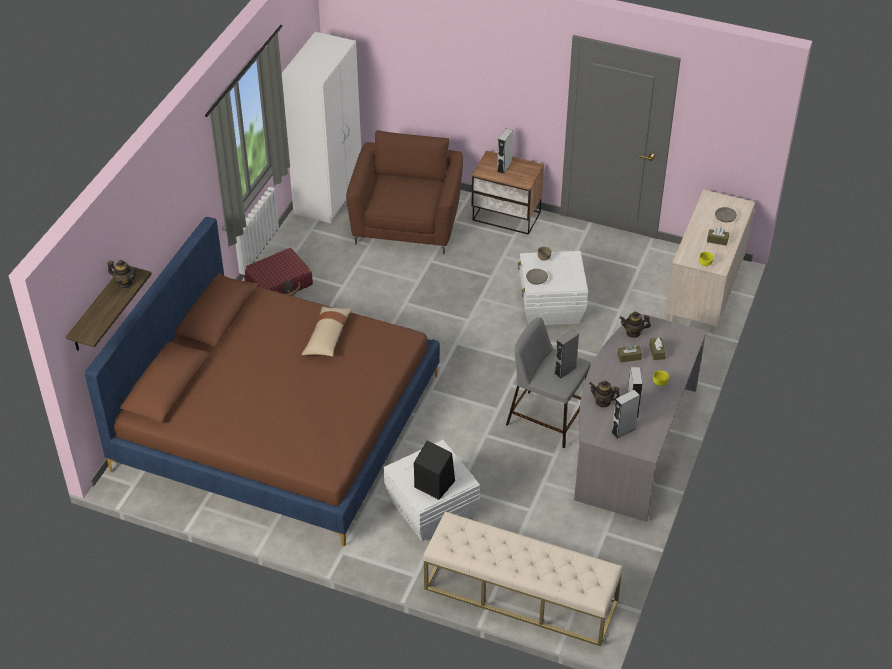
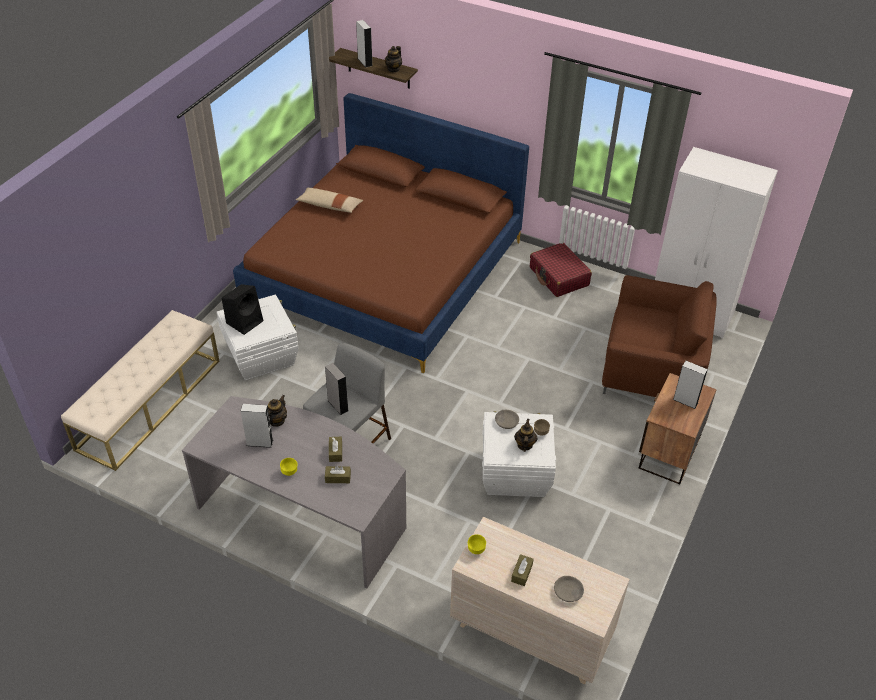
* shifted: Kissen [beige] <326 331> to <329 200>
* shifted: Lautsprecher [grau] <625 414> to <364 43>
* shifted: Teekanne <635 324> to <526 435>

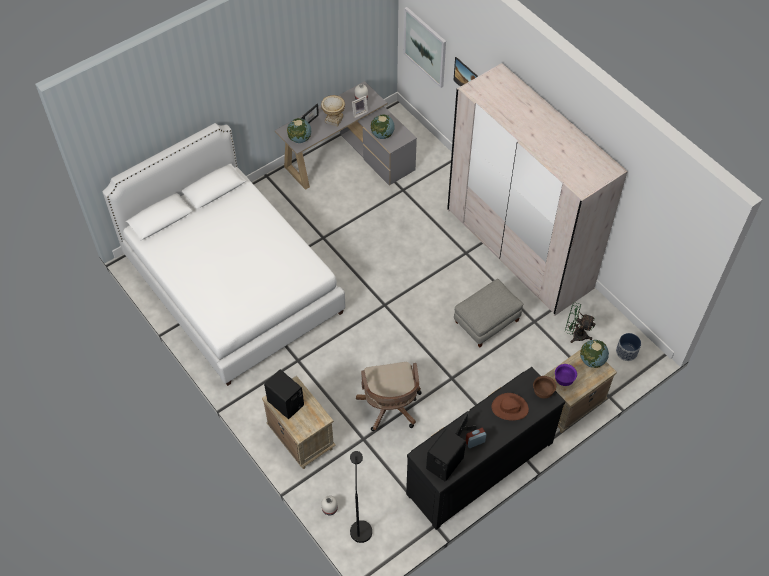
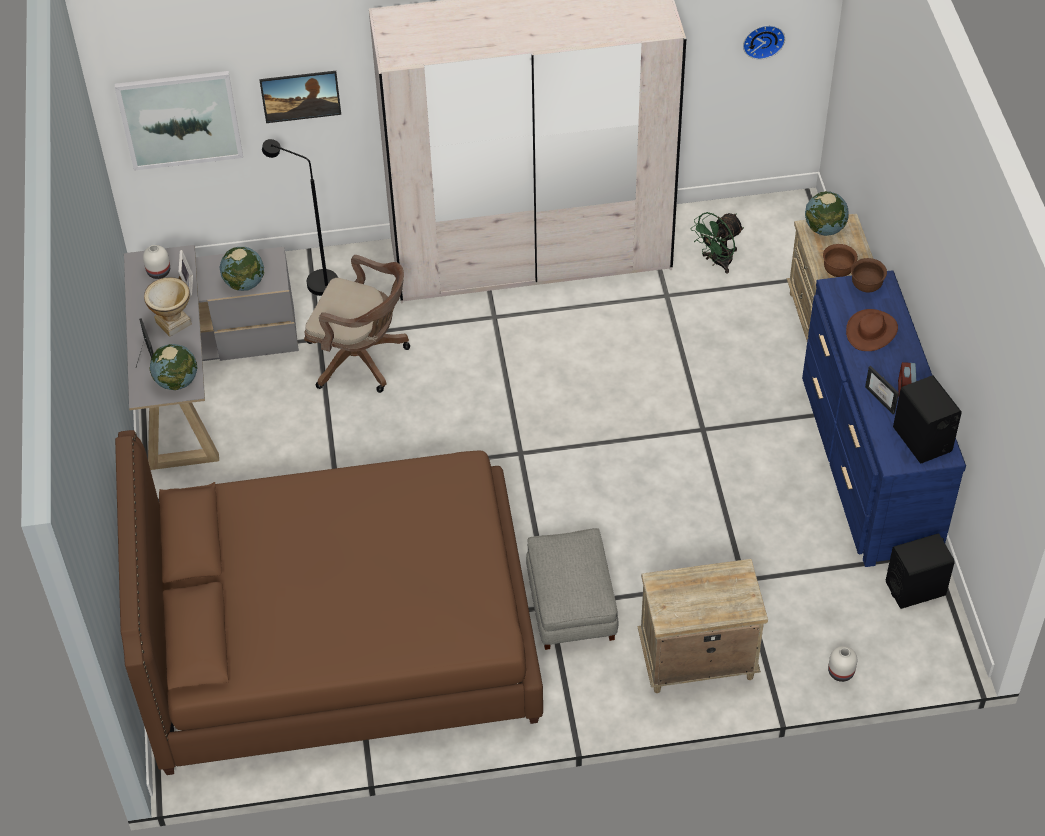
* repainted: Bett [weiß] <224 254> to Bett [braun] <329 602>
* shifted: Lautsprecher [schwarz] <284 394> to <920 571>
* shifted: Stehlampe [schwarz] <361 497> to <300 217>
* shifted: Bürostuhl [braun] <389 396> to <357 324>
* repainted: Kommode [schwarz] <485 448> to Kommode [blau] <884 418>
* shifted: Polsterhocker [grau] <488 313> to <572 589>
* repainted: Schüssel [lila] <566 375> to Schüssel [braun] <840 260>
* gone: Pflanzkübel <628 347>
* new: Wanduhr <764 42>

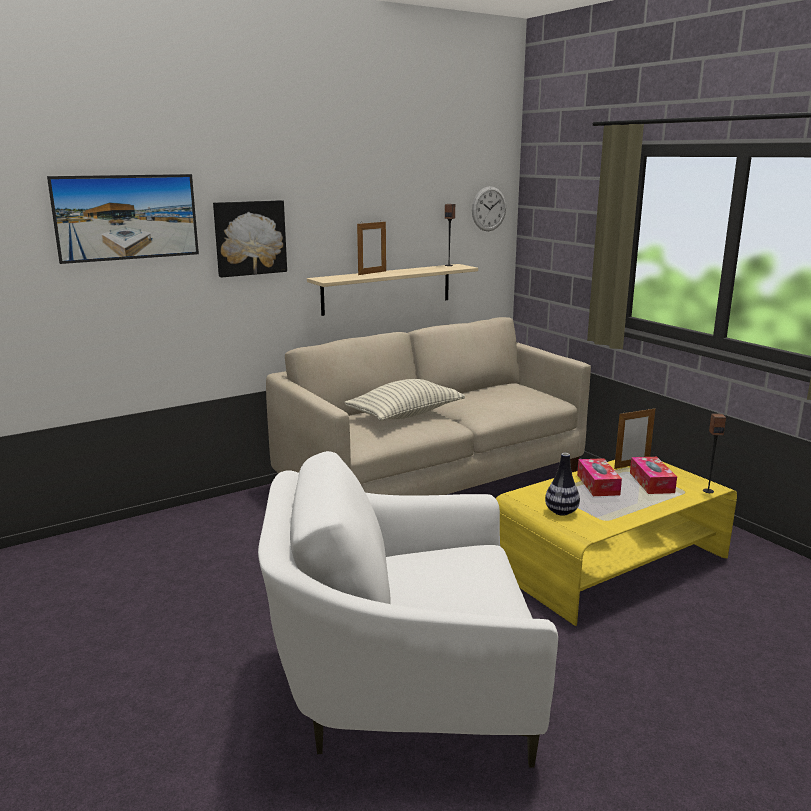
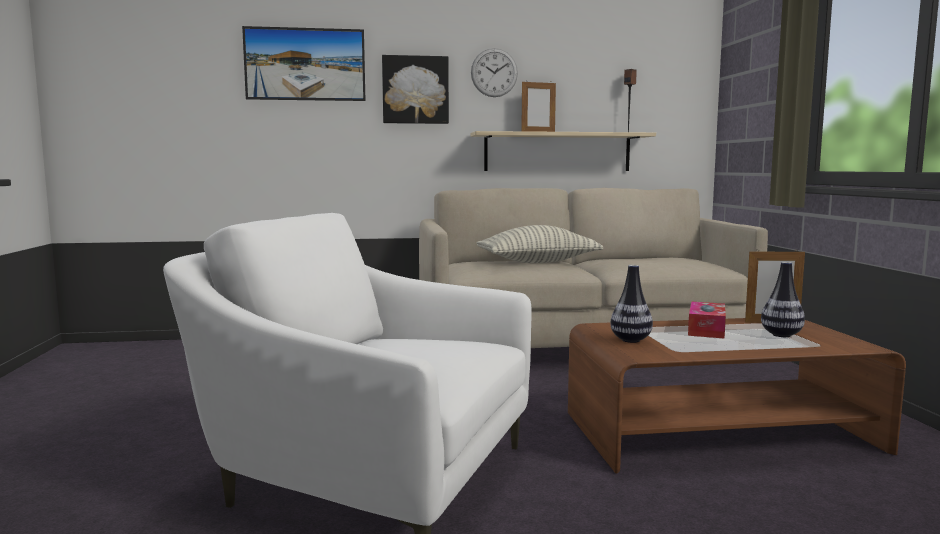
* shifted: Wanduhr <489 208> to <494 72>
* repainted: Couchtisch [gelb] <616 543> to Couchtisch [braun] <737 395>
* swapped: Taschentuchbox <653 475> to Vase <783 299>
* gone: Lautsprecher <714 453>

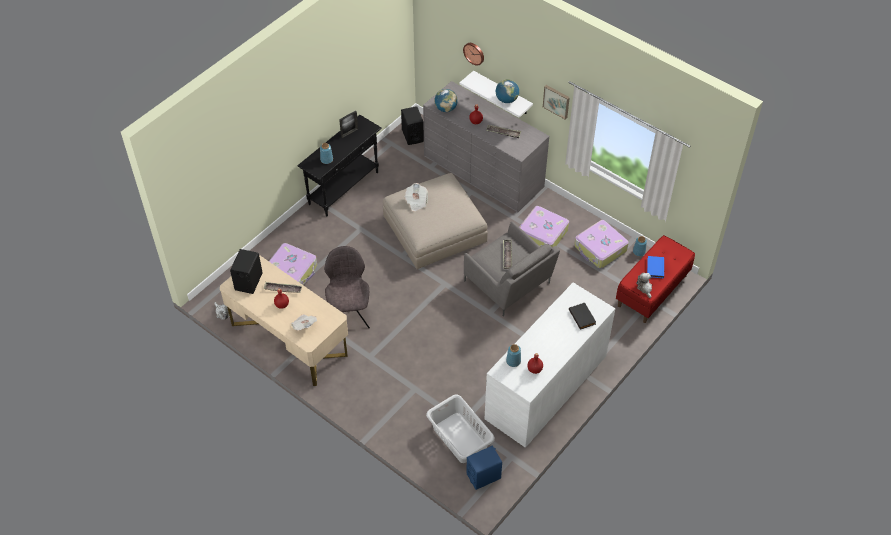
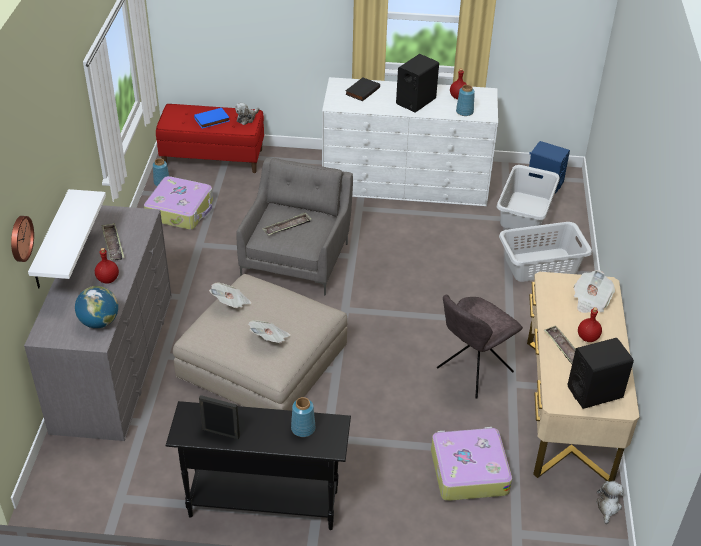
* shifted: Lautsprecher [schwarz] <412 125> to <417 83>
* gone: Globus <507 91>
* gone: Koffer <544 226>
* gone: Bild <556 102>
* new: Zeitung <230 295>
* new: Wäschekorb [grau] <545 252>

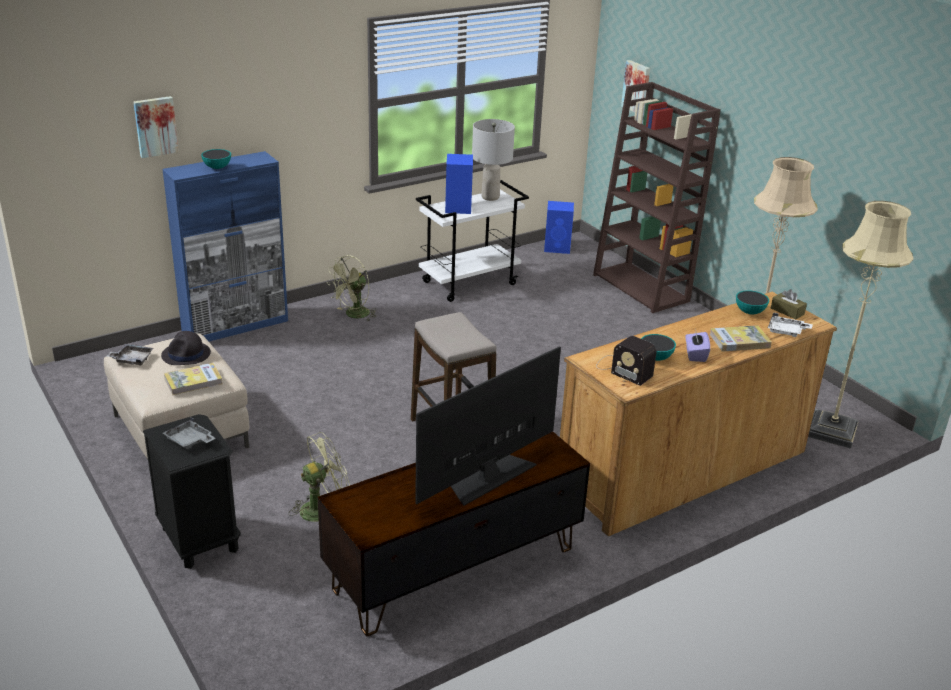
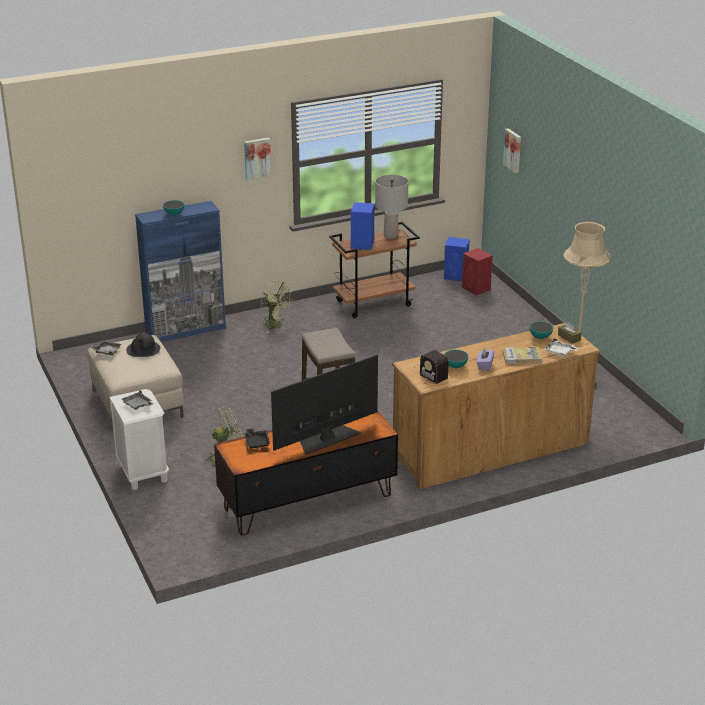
* shifted: Bild <156 127> to <257 159>
* repainted: Nachttisch [schwarz] <192 491> to Nachttisch [weiß] <139 439>
* gone: Buch <193 379>
* rotated: Ventilator [grün] <352 288> = <278 306> 105 degrees counterclockwise
* repainted: Rollwagen [weiß] <472 241> to Rollwagen [braun] <374 270>
* gone: Bücherregal [braun] <657 197>
* gone: Stehlampe [beige] <860 325>
* new: Tablett [schwarz] <257 438>
* new: Lautsprecher [rot] <477 272>

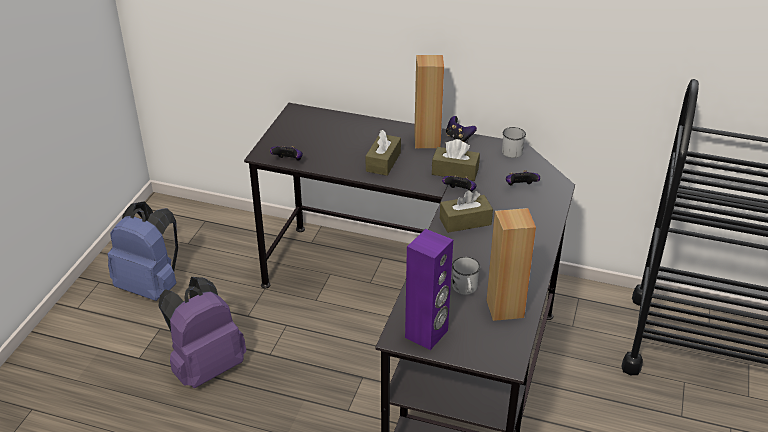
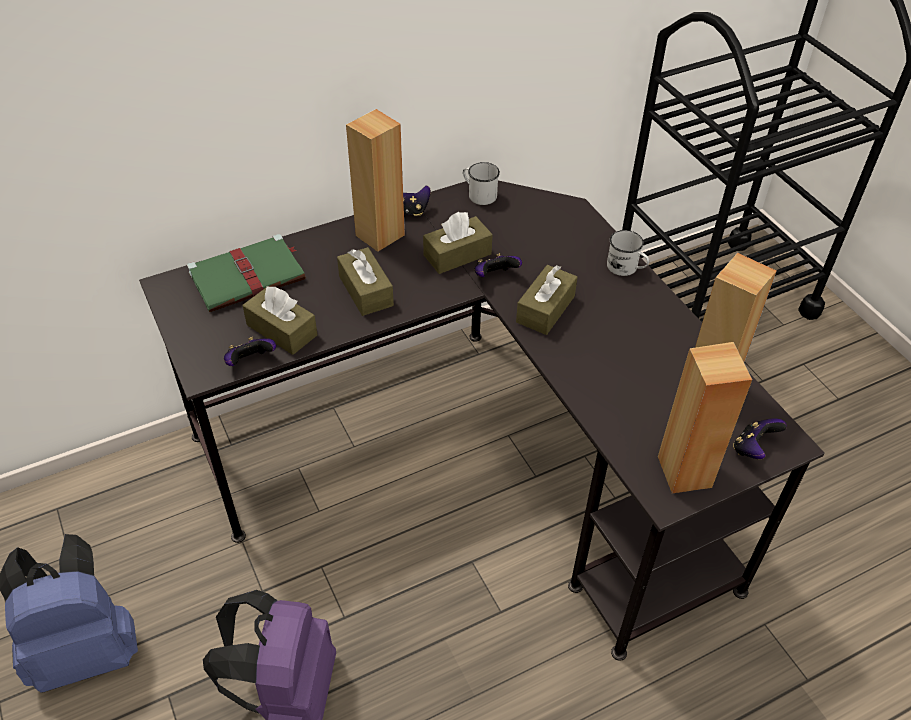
* repainted: Lautsprecher [lila] <429 289> to Lautsprecher [braun] <705 417>
* shifted: Henkelbecher [weiß] <466 276> to <628 253>
* shifted: Gamepad <523 178> to <760 438>
* new: Buch [grün] <246 273>
* new: Taschentuchbox [braun] <280 320>

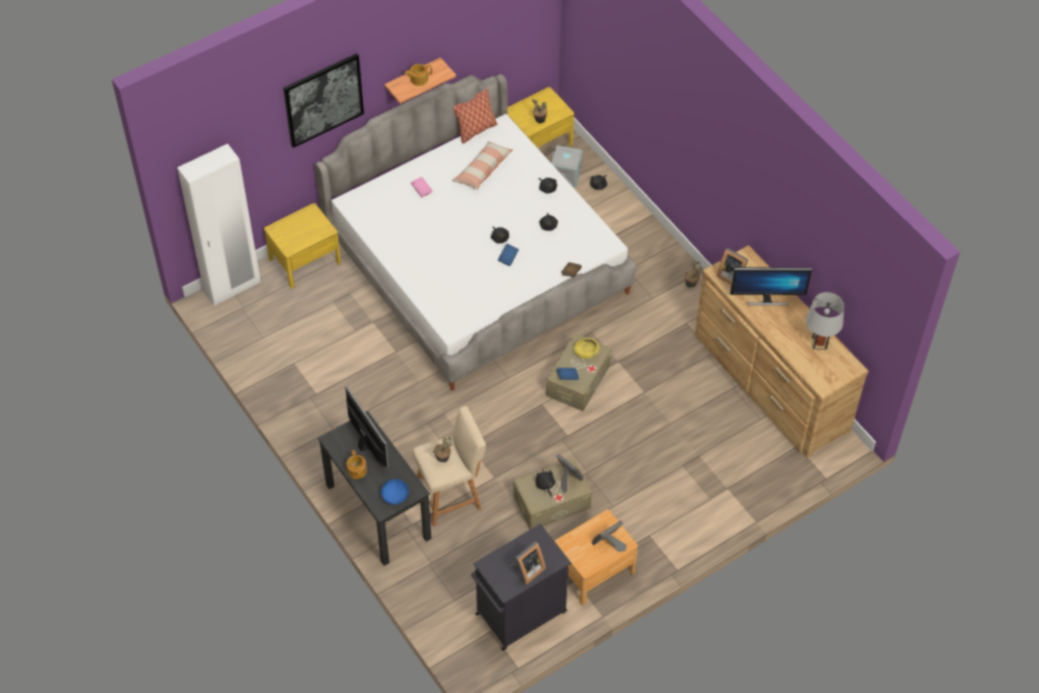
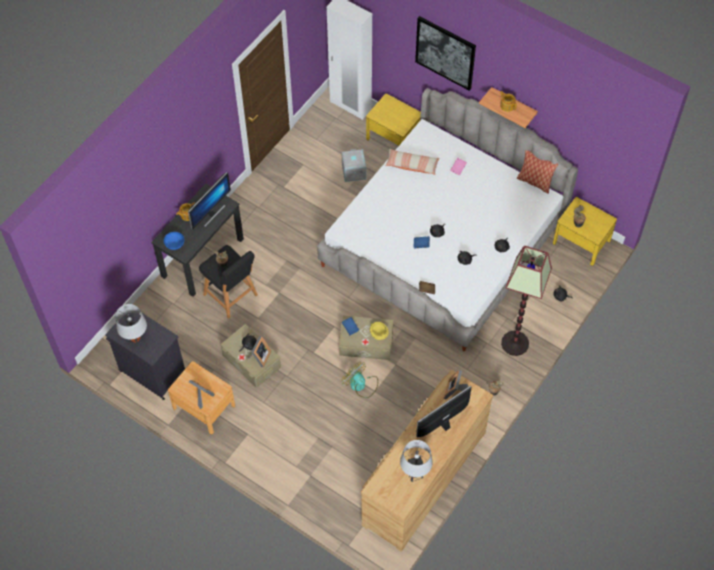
* repainted: Hocker [beige] <449 466> to Hocker [schwarz] <228 282>
* shifted: Kissen <482 165> to <412 162>
* swapped: Bilderrahmen <527 563> to Tischlampe [grau] <131 325>
* shifted: Aufbewahrungsbox [grau] <567 166> to <354 165>
* rotated: Monitor <771 286> = <443 411> 75 degrees clockwise
* new: Ventilator <360 379>
* new: Stehlampe <526 301>

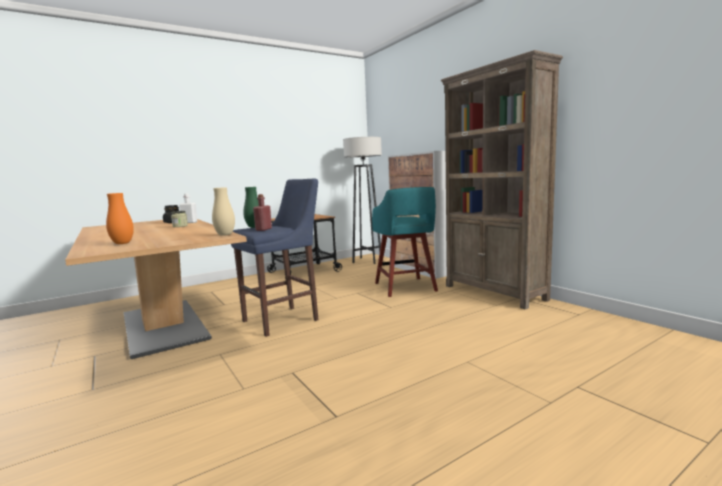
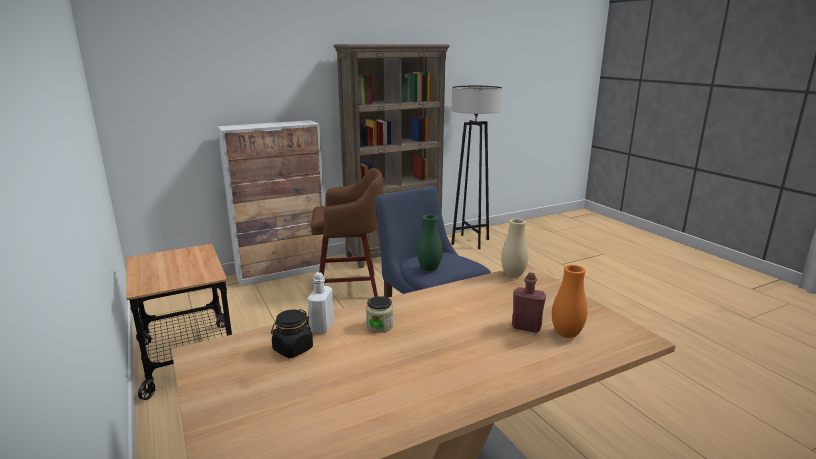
* shifted: Flasche [rot] <262 212> to <529 303>
* shifted: Stehlampe [grau] <362 200> to <477 168>
* repainted: Hocker [türkis] <405 242> to Hocker [braun] <347 232>

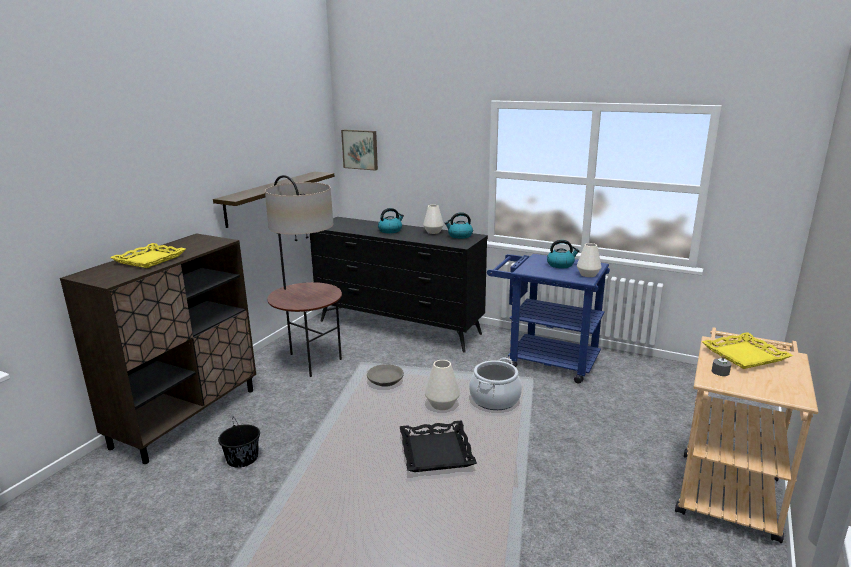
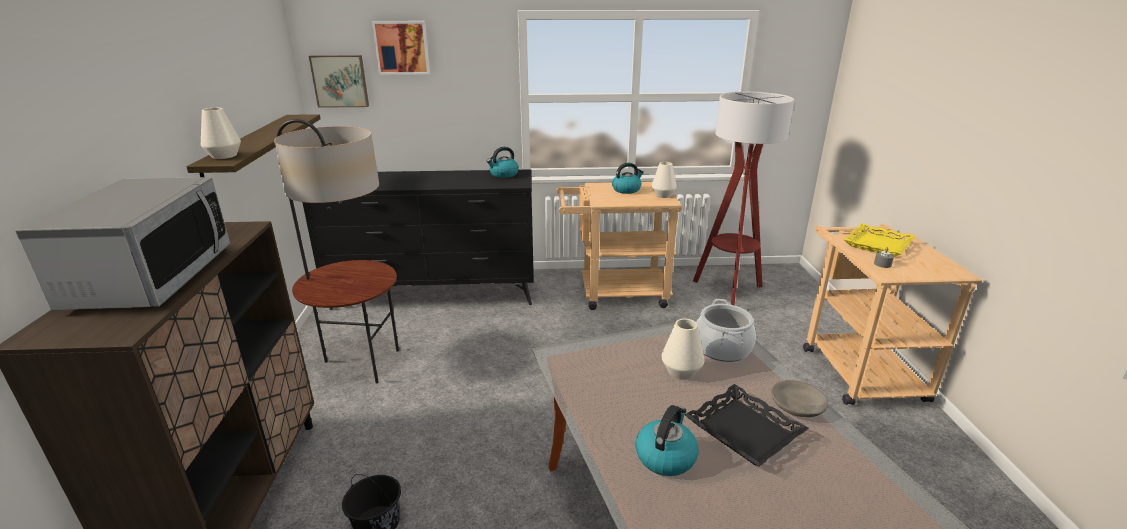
* swapped: Tablett [gelb] <148 255> to Mikrowelle <122 243>
* shifted: Schüssel [grau] <385 375> to <799 398>
* shifted: Wasserkessel <391 220> to <667 440>
* shifted: Vase [weiß] <433 219> to <221 133>
* repainted: Rollwagen [blau] <548 319> to Rollwagen [beige] <619 246>
* new: Bild <401 48>
* new: Stehlampe <743 198>

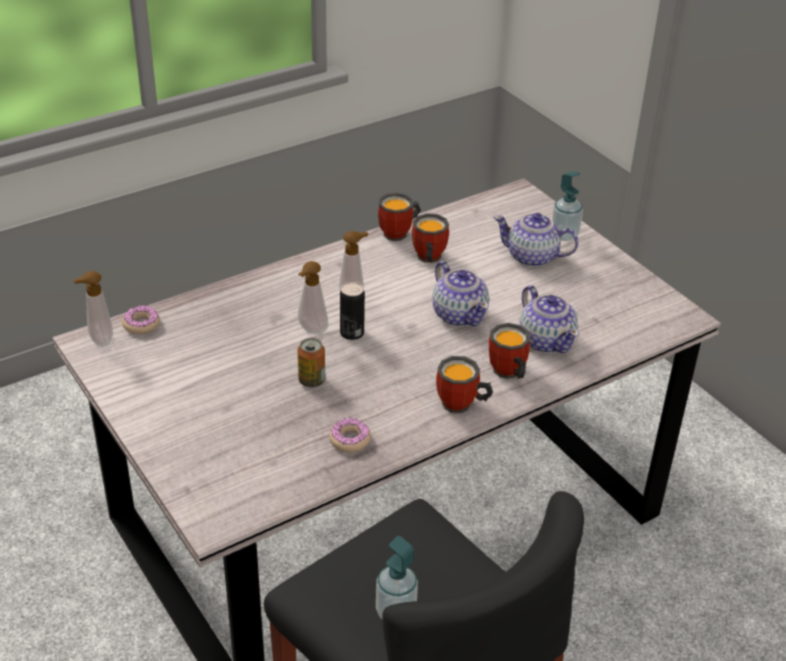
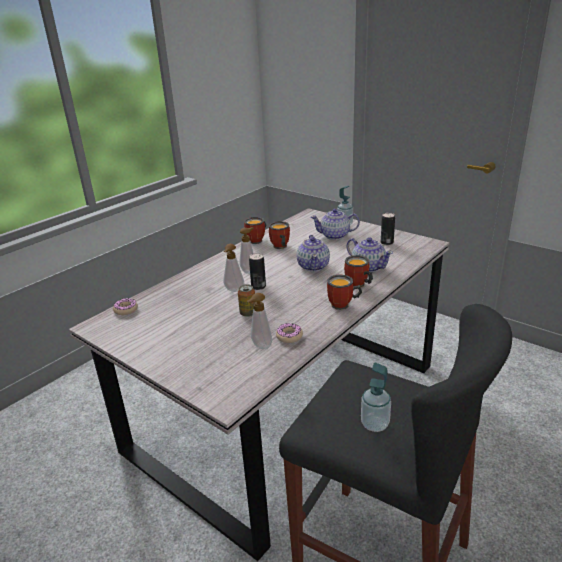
* shifted: Seifenspender <93 309> to <259 321>
* rotated: Teekanne <461 294> = <313 253> 45 degrees clockwise
* new: Dose <388 229>

